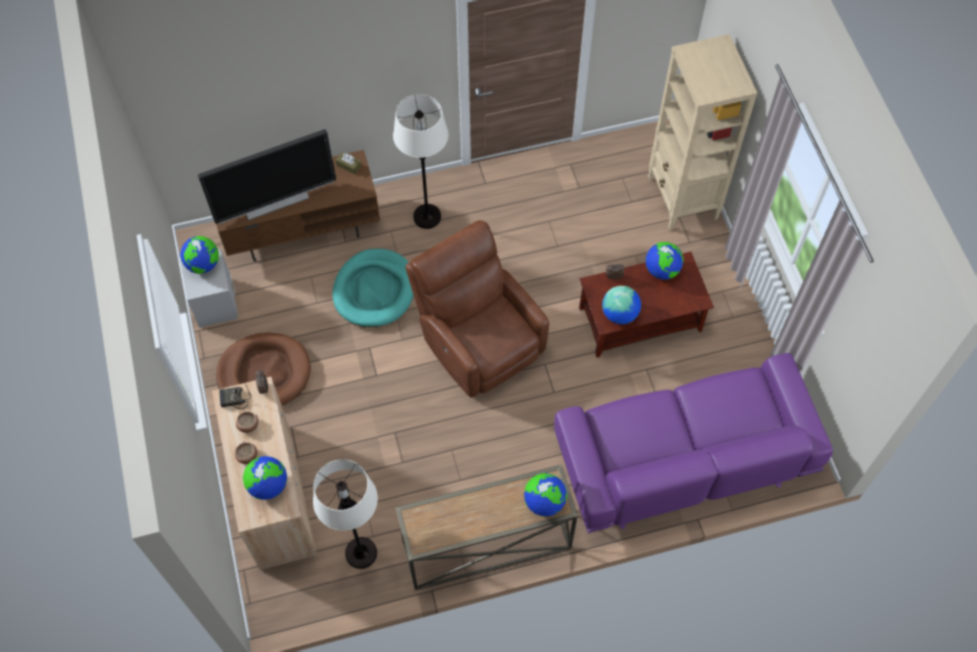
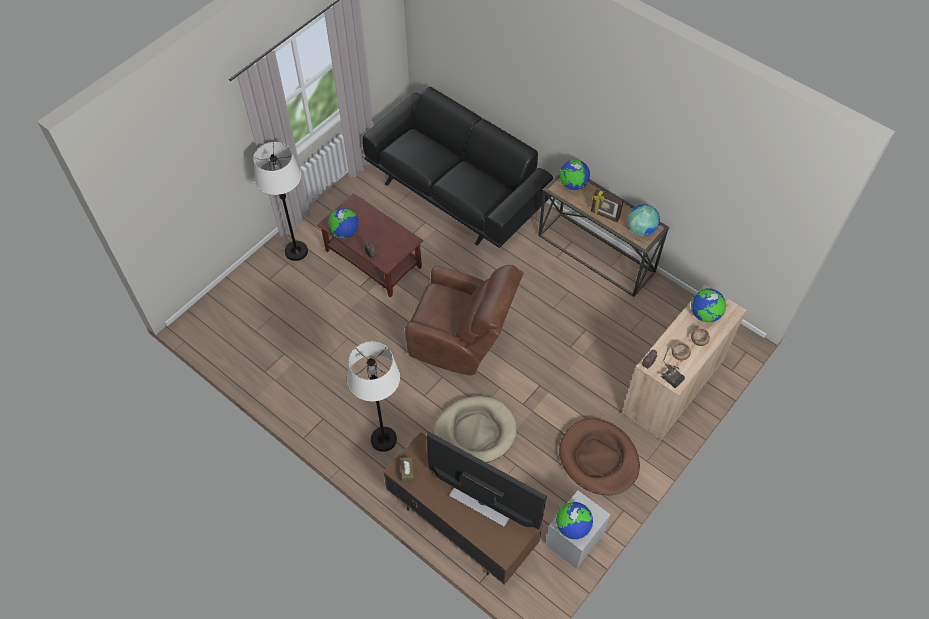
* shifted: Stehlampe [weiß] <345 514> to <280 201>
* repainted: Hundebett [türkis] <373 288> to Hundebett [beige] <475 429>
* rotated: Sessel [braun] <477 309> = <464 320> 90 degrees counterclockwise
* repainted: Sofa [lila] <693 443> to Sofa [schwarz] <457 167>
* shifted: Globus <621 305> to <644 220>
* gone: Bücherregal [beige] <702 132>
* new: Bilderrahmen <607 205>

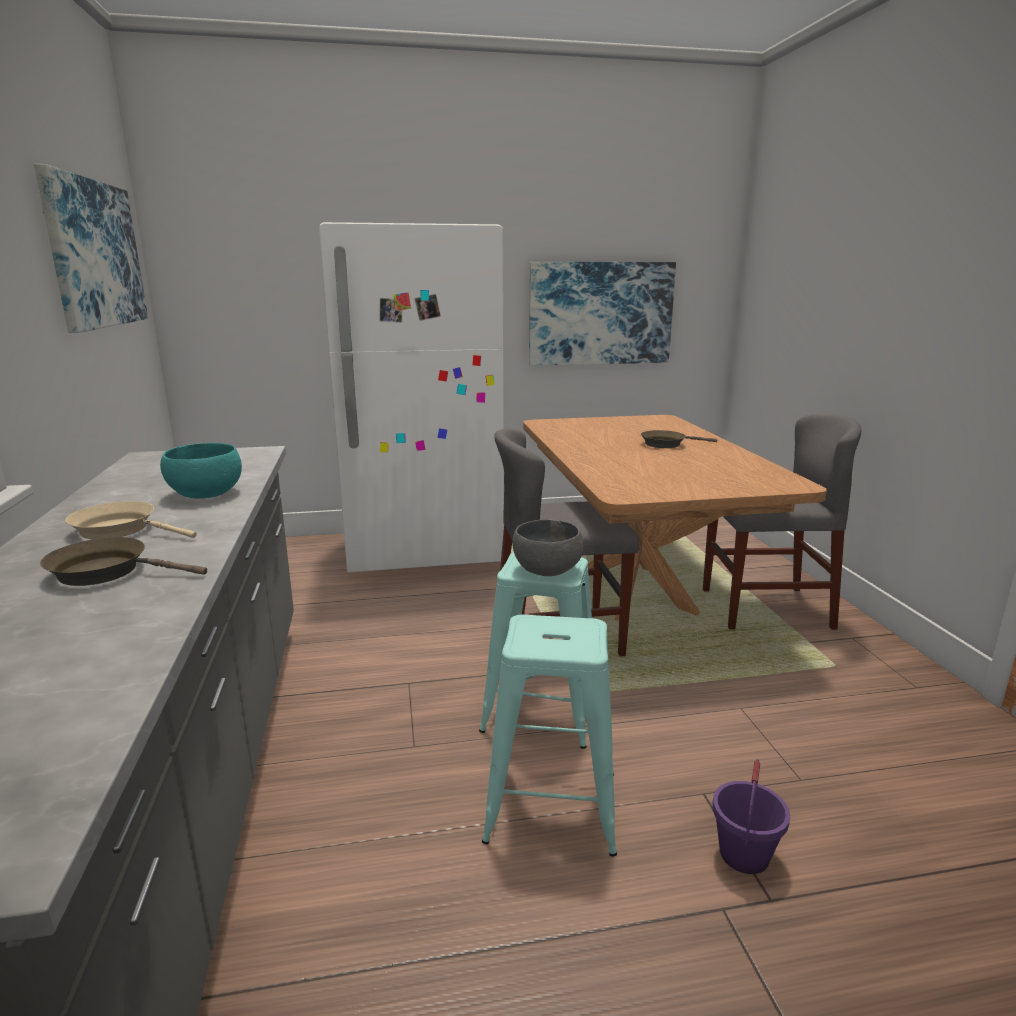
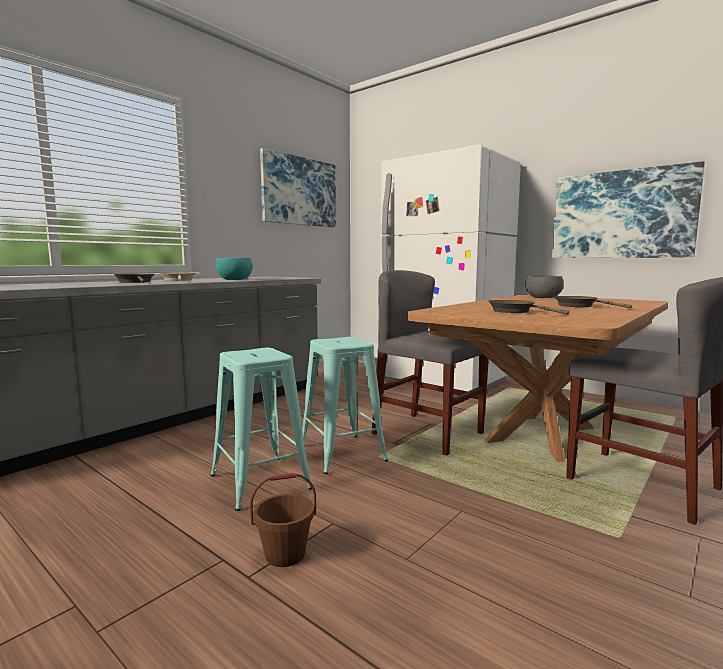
* shifted: Schüssel [grau] <547 547> to <544 287>
* repainted: Eimer [lila] <751 816> to Eimer [braun] <283 520>
* new: Pfanne [braun] <528 307>

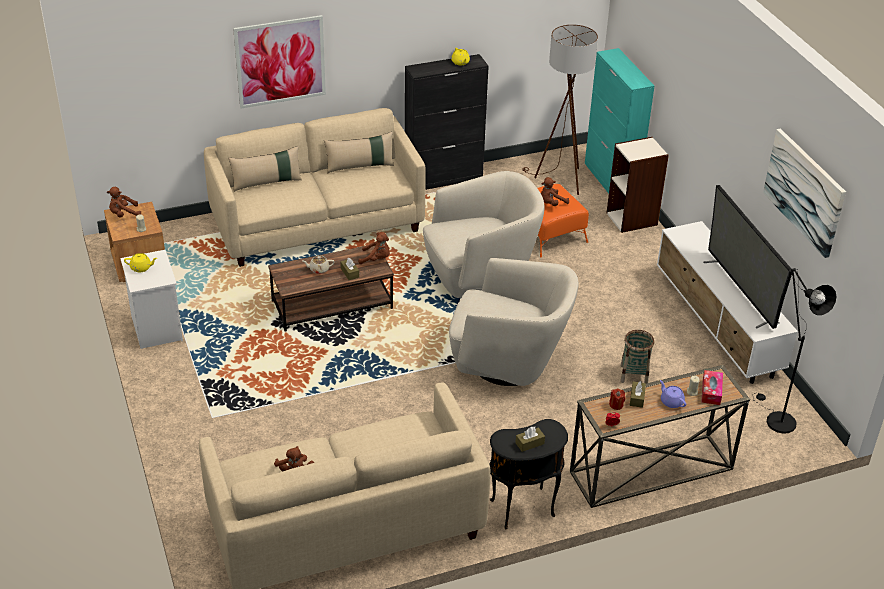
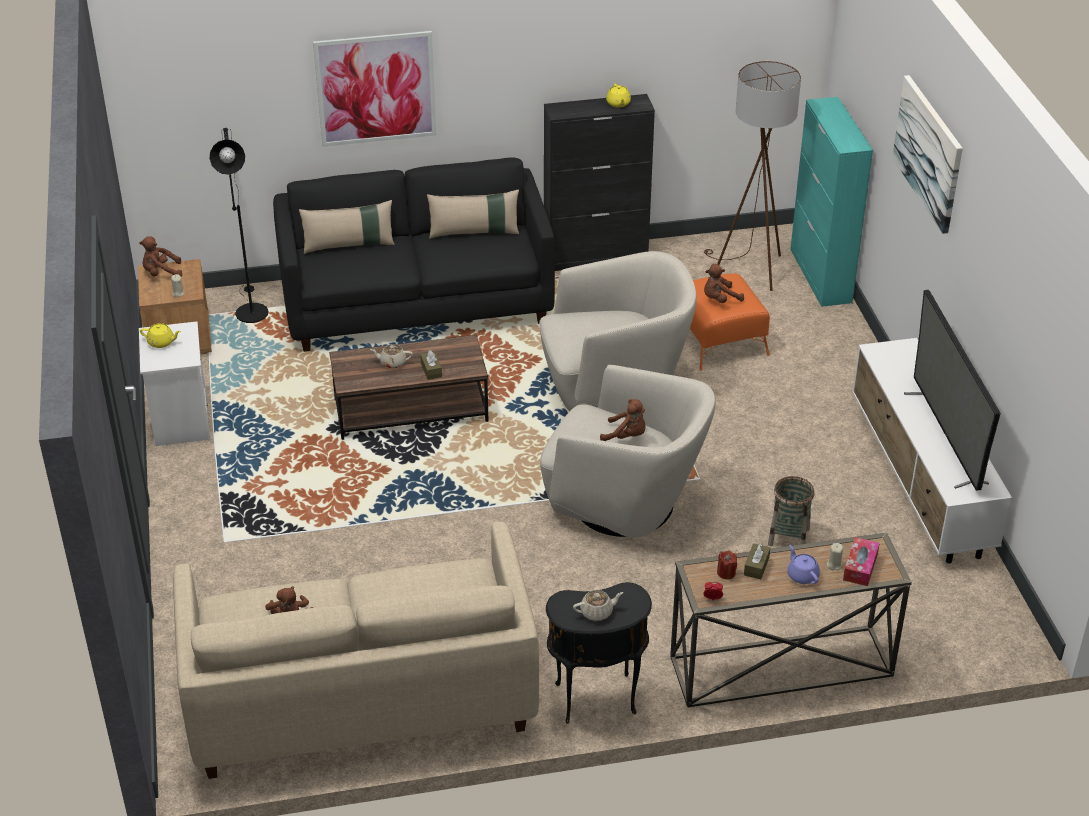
* repainted: Sofa [beige] <315 187> to Sofa [schwarz] <414 255>
* shifted: Plüschtier [braun] <374 248> to <623 420>
* swapped: Taschentuchbox [braun] <530 439> to Teekanne [beige] <598 605>
* gone: Bücherregal <637 185>
* shifted: Stehlampe [schwarz] <795 351> to <239 225>
* shifted: Bild <804 193> to <927 154>

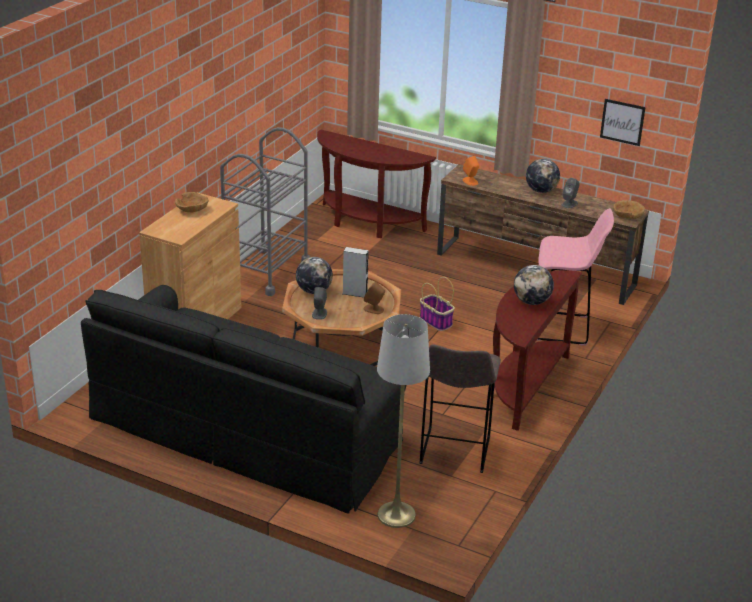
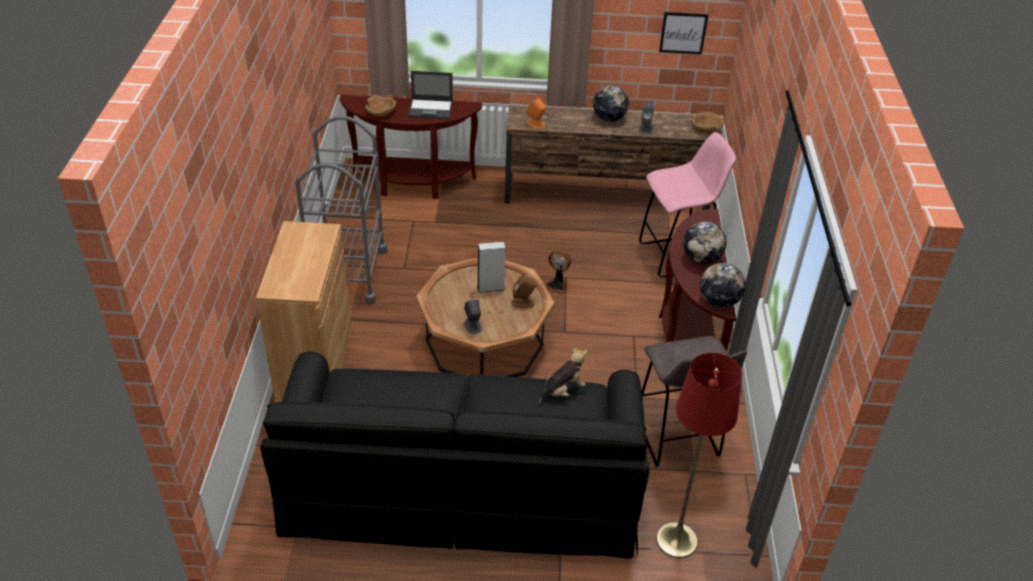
* shifted: Schüssel [braun] <191 202> to <380 106>
* shifted: Globus <314 275> to <722 285>
* repainted: Stehlampe [grau] <403 421> to Stehlampe [rot] <699 455>
* swapped: Korb <437 304> to Ventilator <557 272>
* new: Laptop <430 95>
* new: Plüschtier <562 376>

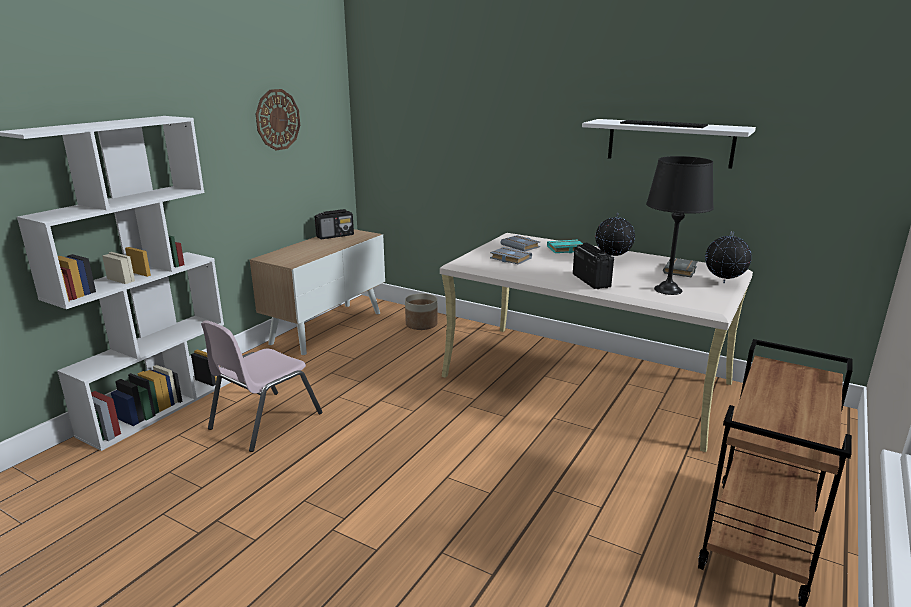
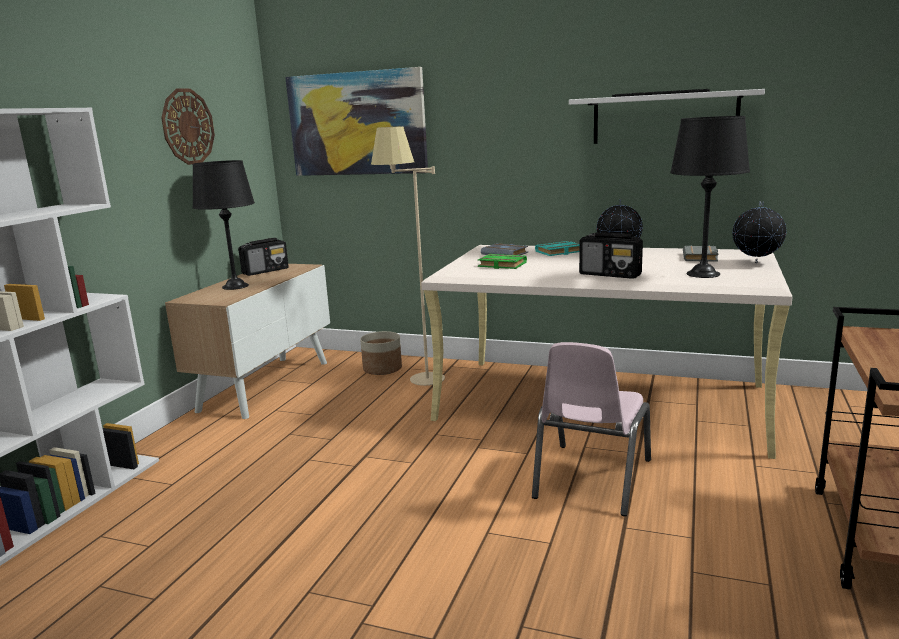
* shifted: Stuhl [rosa] <262 386> to <591 429>
* repainted: Buch [grau] <511 256> to Buch [grün] <502 261>
* rotated: Radio <593 266> = <611 255> 150 degrees clockwise
* new: Tischlampe [schwarz] <223 225>
* new: Bild <356 121>
* new: Stehlampe [beige] <408 256>

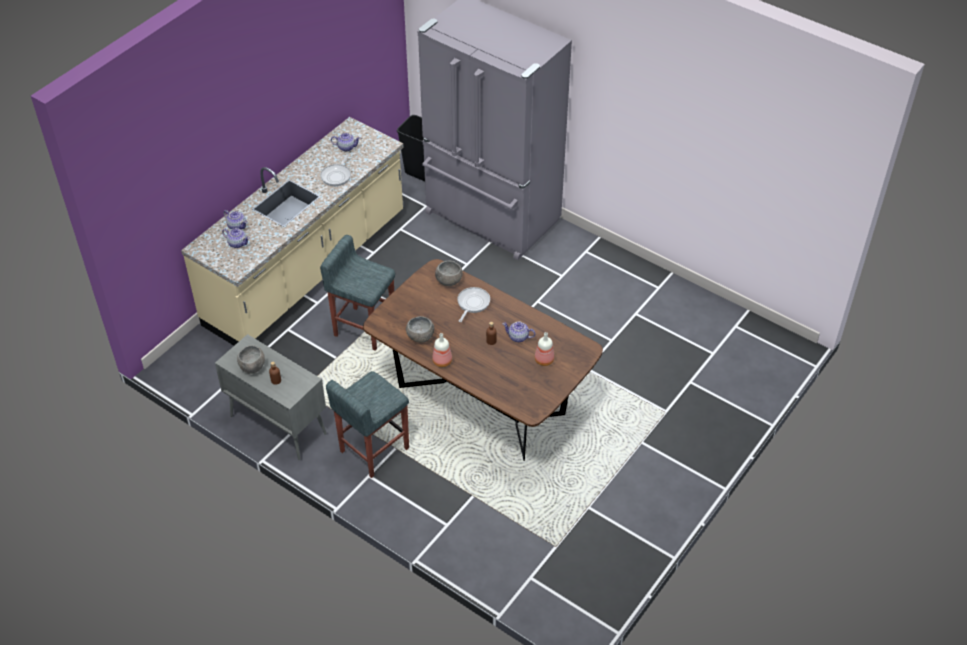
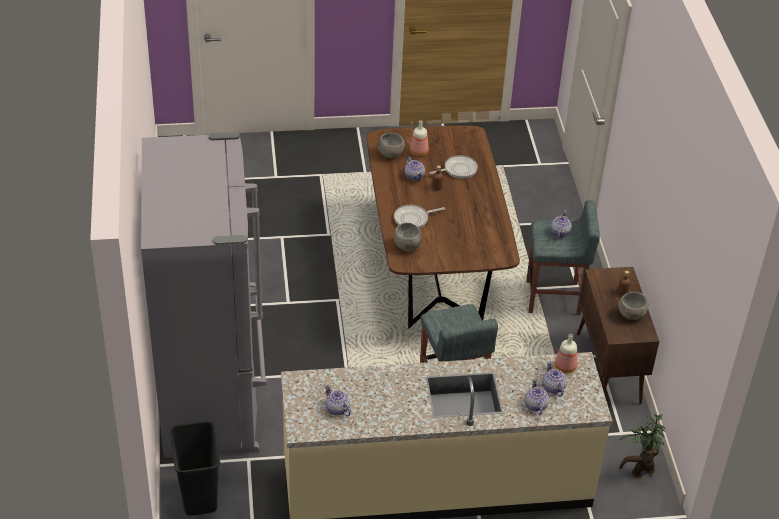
* repainted: Schrank [grau] <271 397> to Schrank [braun] <618 335>
* shifted: Pfanne <335 170> to <454 167>
* shifted: Schüssel [grau] <420 329> to <391 145>
* shifted: Flasche <442 350> to <566 353>
* new: Teekanne <561 224>
* new: Topfpflanze <642 446>

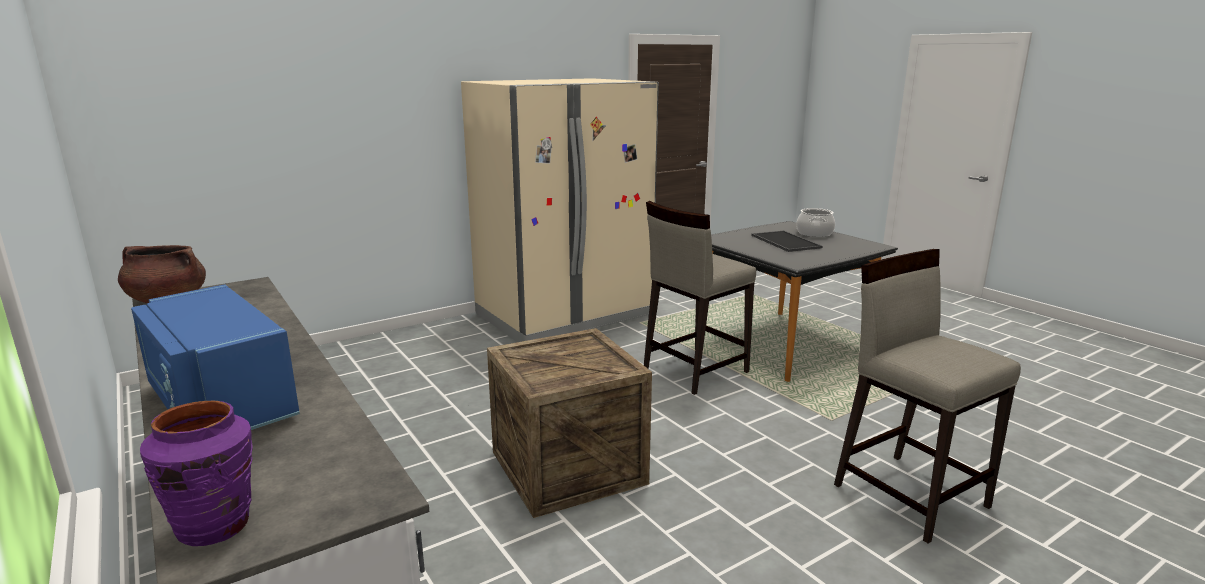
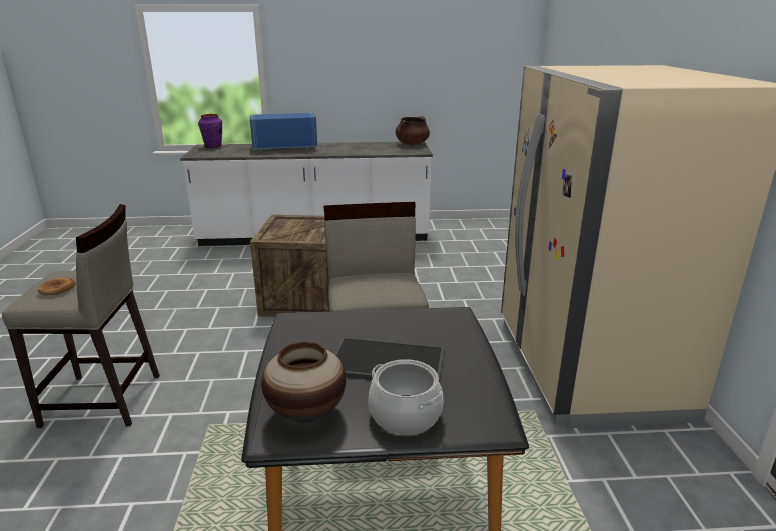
* new: Brot <57 286>
* new: Vase <303 382>

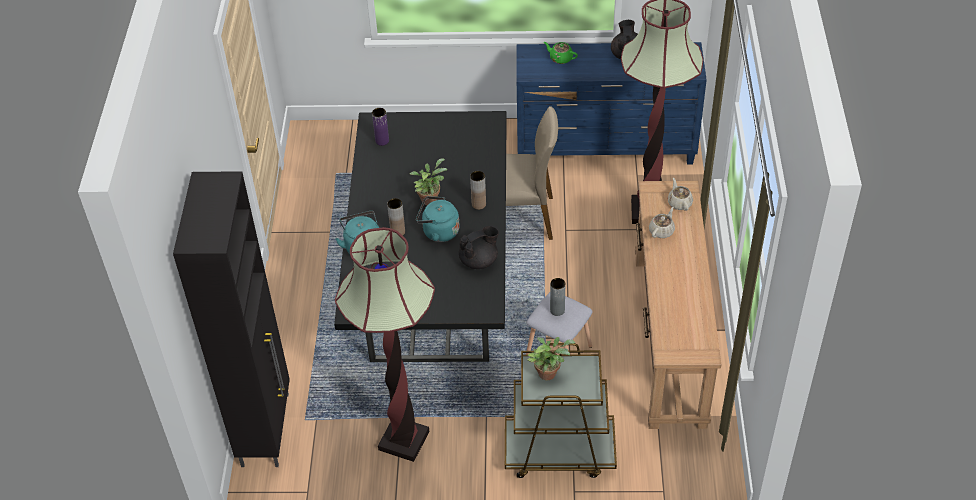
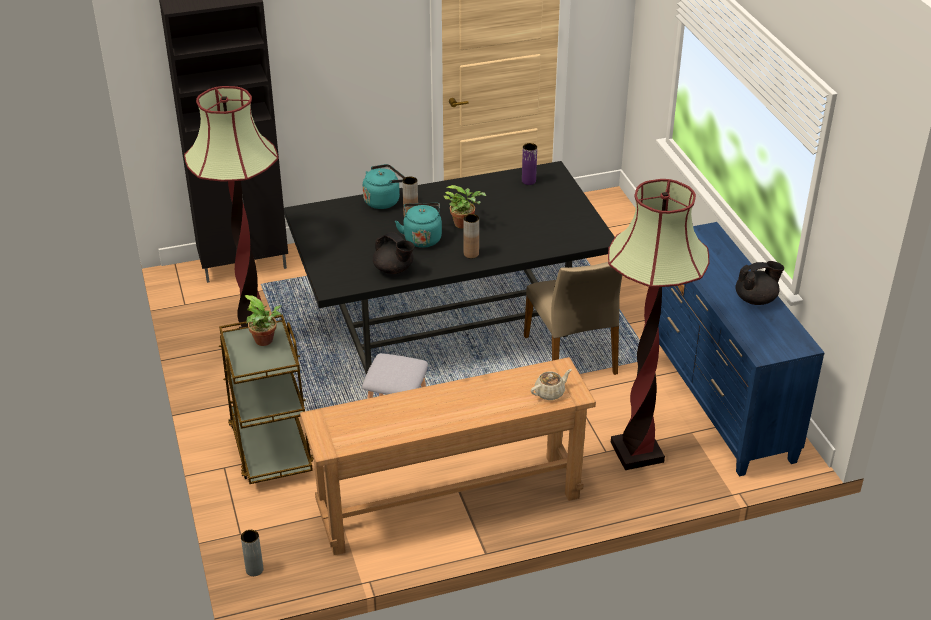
* gone: Teekanne [grün] <561 53>
* shifted: Vase [grau] <557 297> to <252 553>
* gone: Teekanne [beige] <662 222>

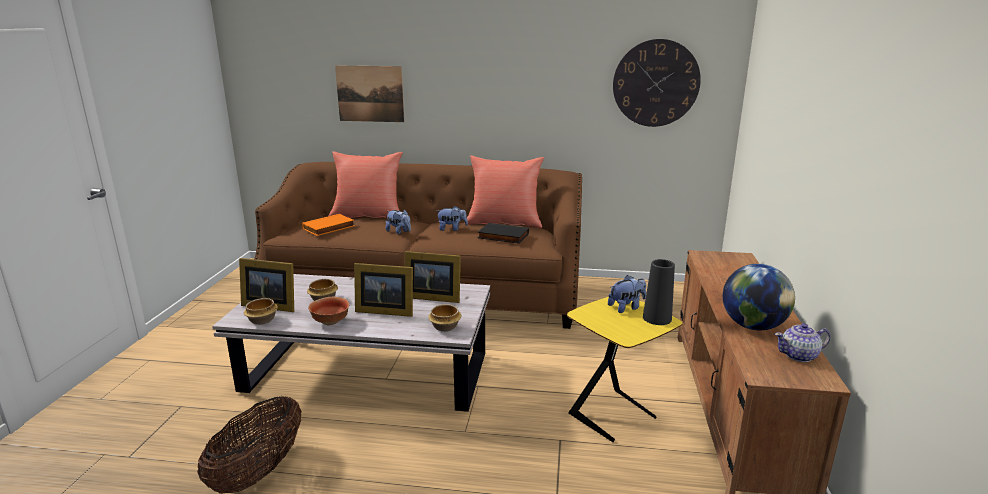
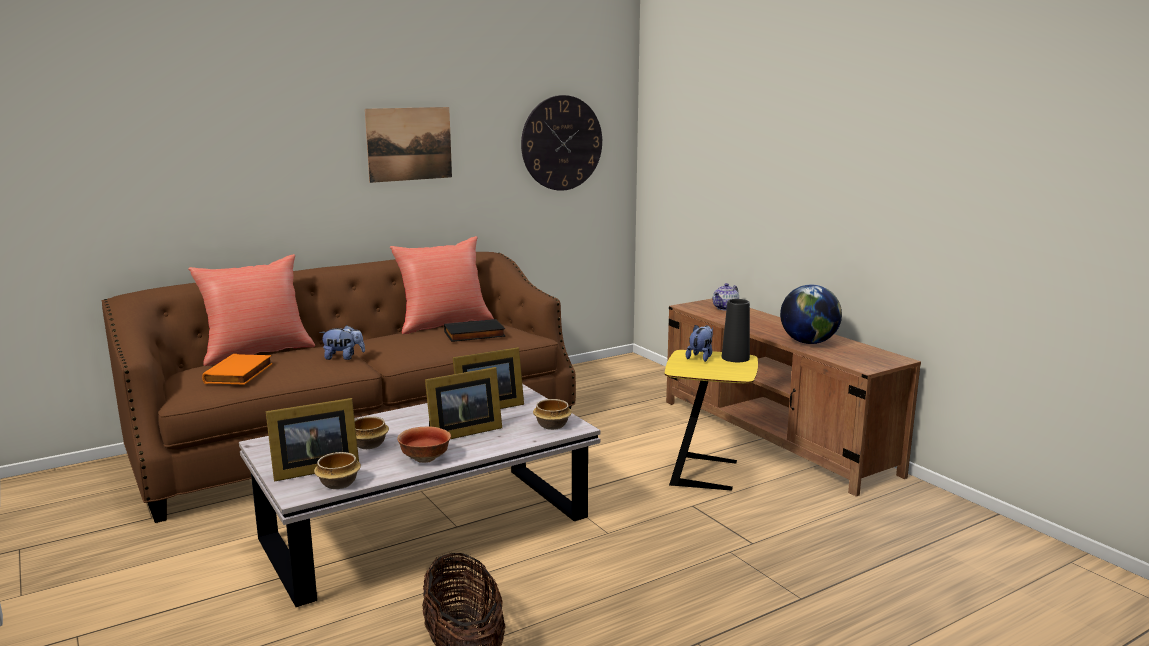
* shifted: Bild <369 94> to <408 145>
* gone: Plüschtier <452 218>
* shifted: Teekanne <802 342> to <726 297>

